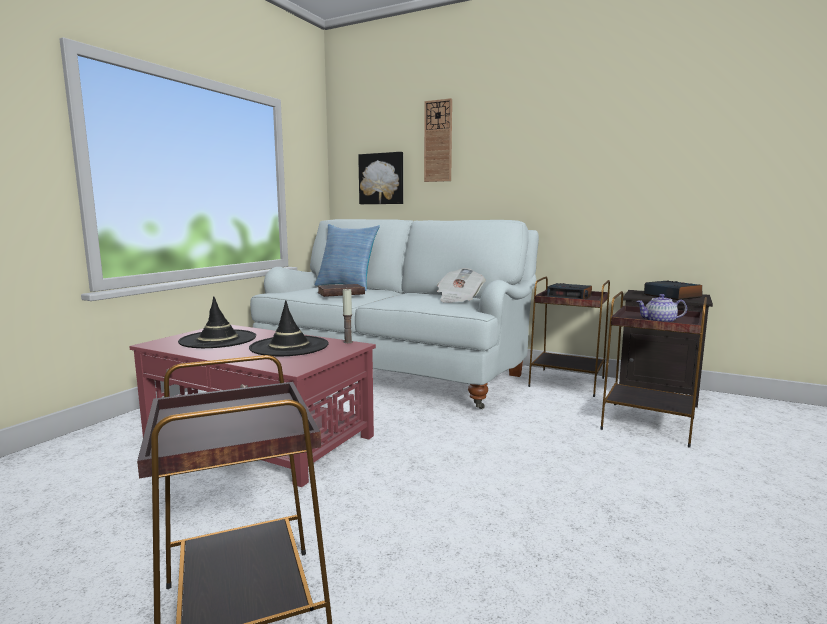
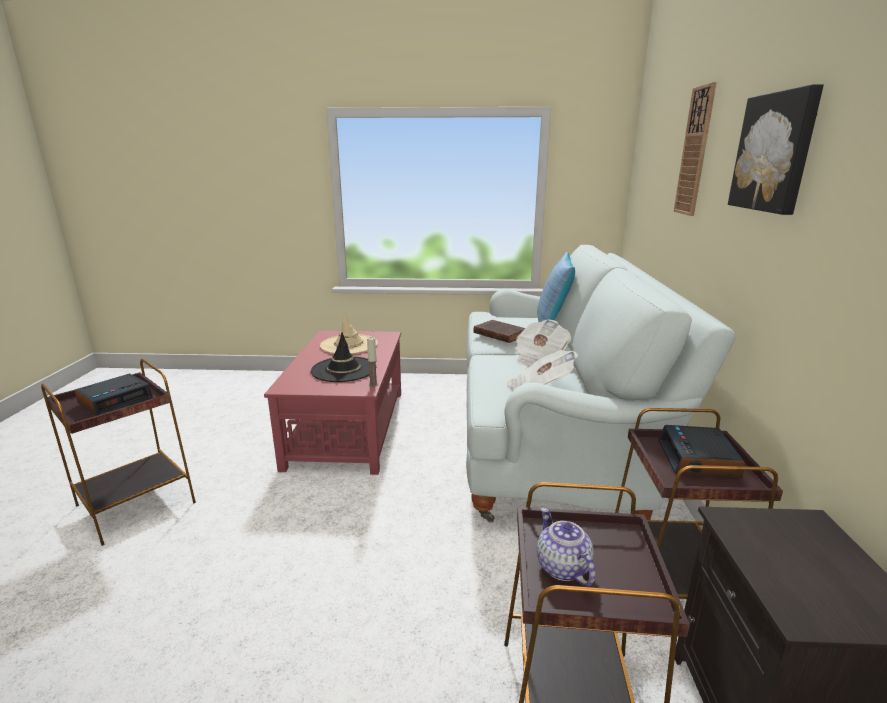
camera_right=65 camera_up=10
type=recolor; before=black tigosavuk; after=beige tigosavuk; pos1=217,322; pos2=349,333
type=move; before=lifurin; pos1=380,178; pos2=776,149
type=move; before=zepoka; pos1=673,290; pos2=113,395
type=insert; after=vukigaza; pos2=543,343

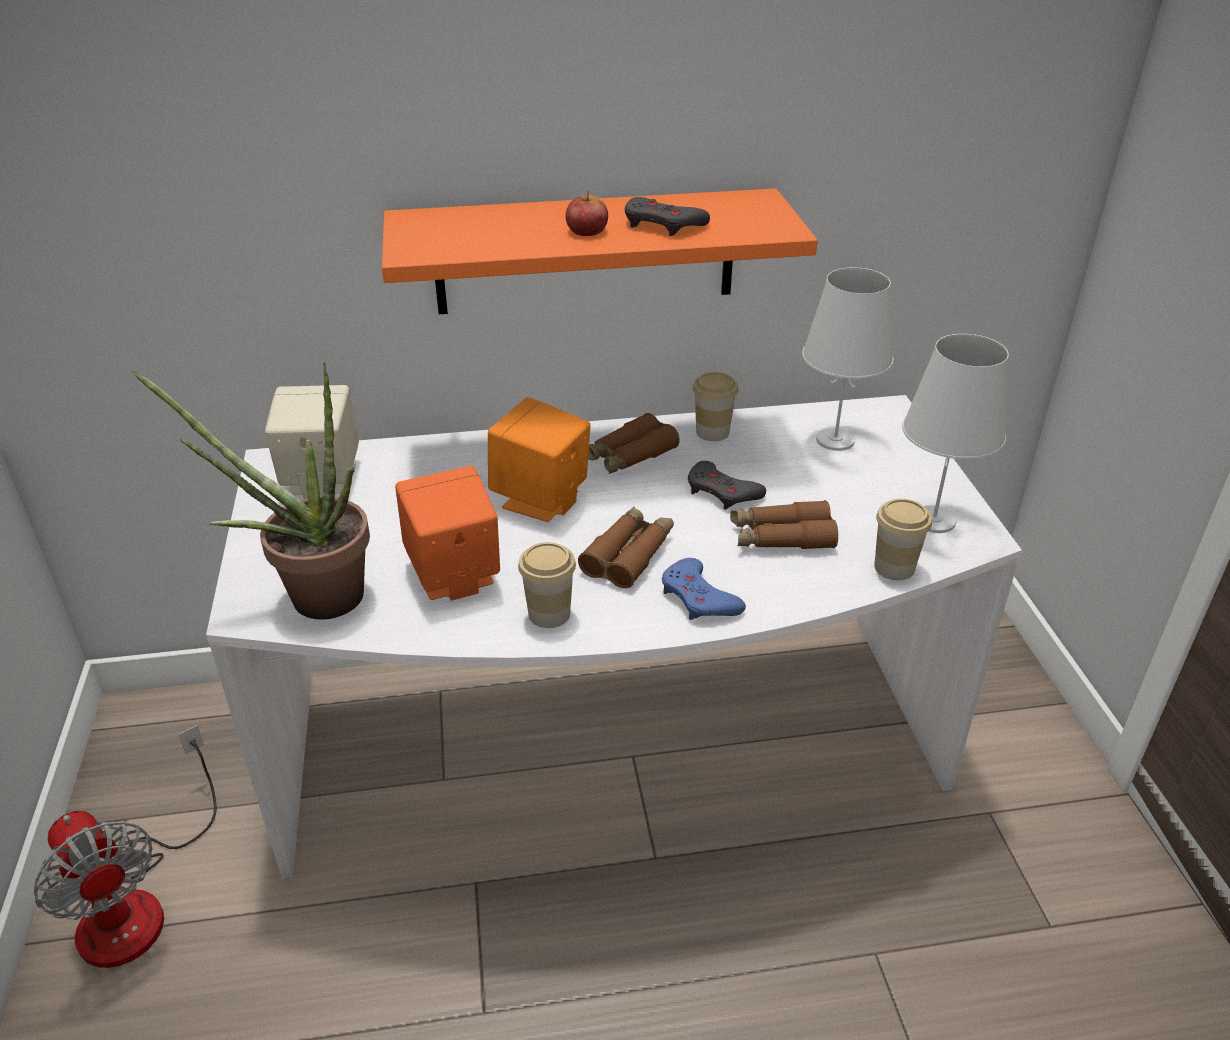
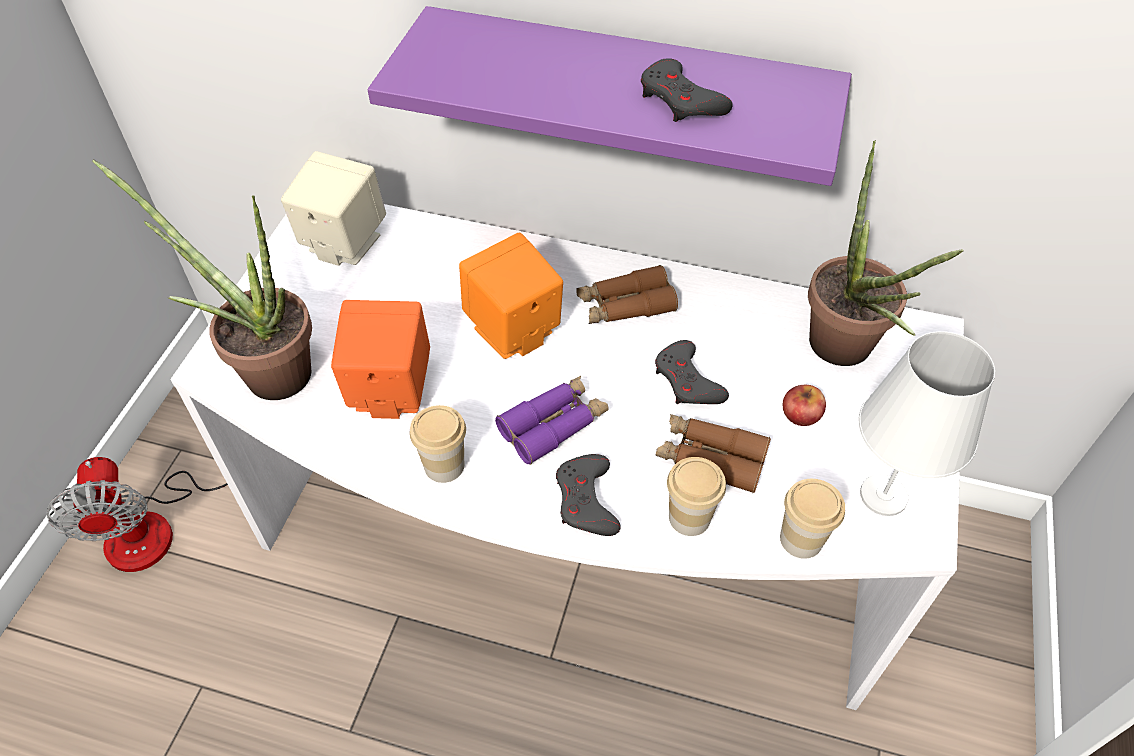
camera_right=25 camera_up=15
type=recolor; before=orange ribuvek; after=purple ribuvek; pos1=600,251; pos2=610,96
type=move; before=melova; pos1=587,213; pos2=804,405
type=recolor; before=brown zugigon; after=purple zugigon; pos1=626,547; pos2=552,420
type=recolor; before=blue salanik; after=grey salanik; pos1=704,589; pos2=588,495
type=move; before=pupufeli; pos1=715,406; pos2=696,496
type=replace; before=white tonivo; after=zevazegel; pos1=848,359; pos2=886,253

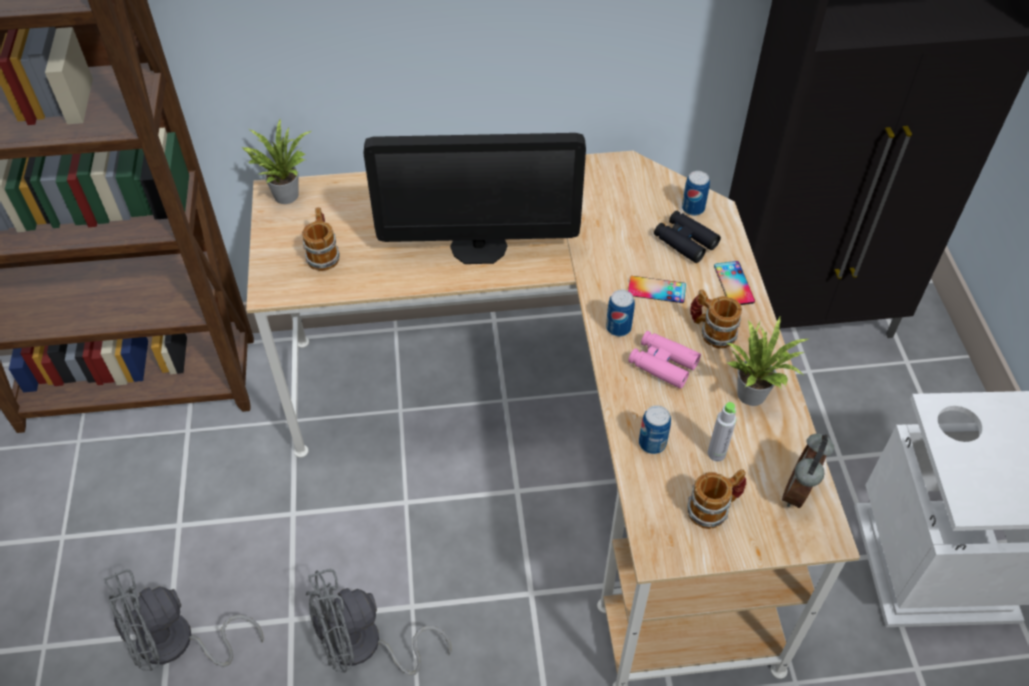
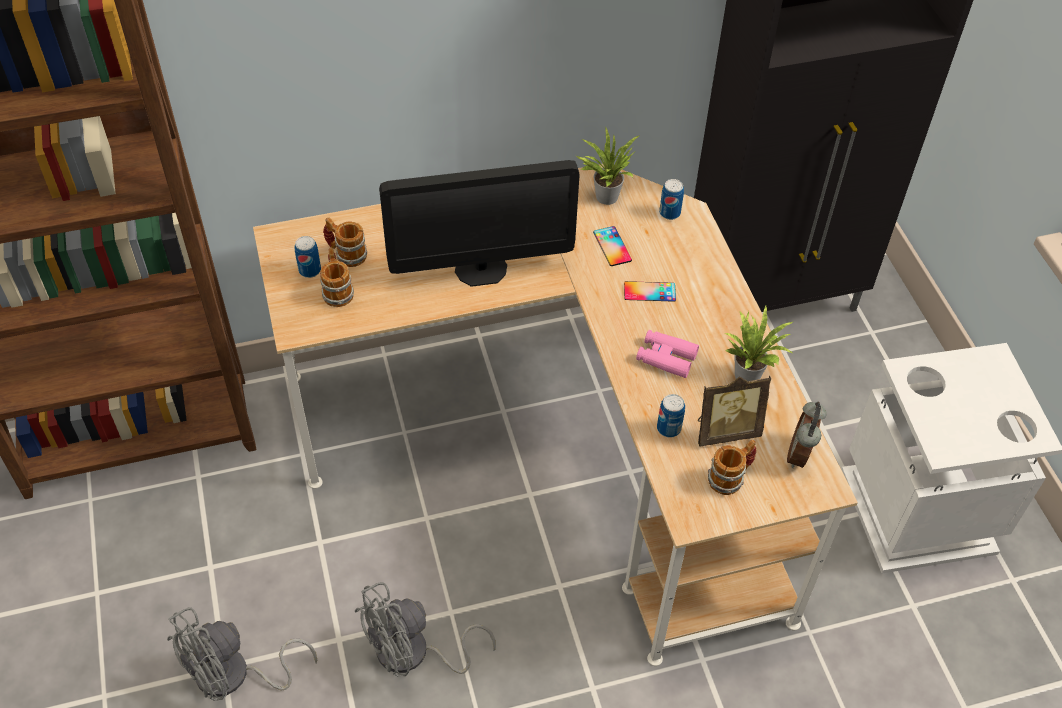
camera_right=-10 camera_up=0
type=move; before=zevazegel; pos1=276,162; pos2=608,166
type=move; before=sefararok; pos1=620,313; pos2=308,257
type=delete; before=black zugigon; pos1=687,237
type=move; before=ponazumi; pos1=716,319; pos2=345,242
type=replace; before=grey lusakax; after=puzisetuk; pos1=722,432; pos2=734,411
type=move; before=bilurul; pos1=734,283; pos2=612,246

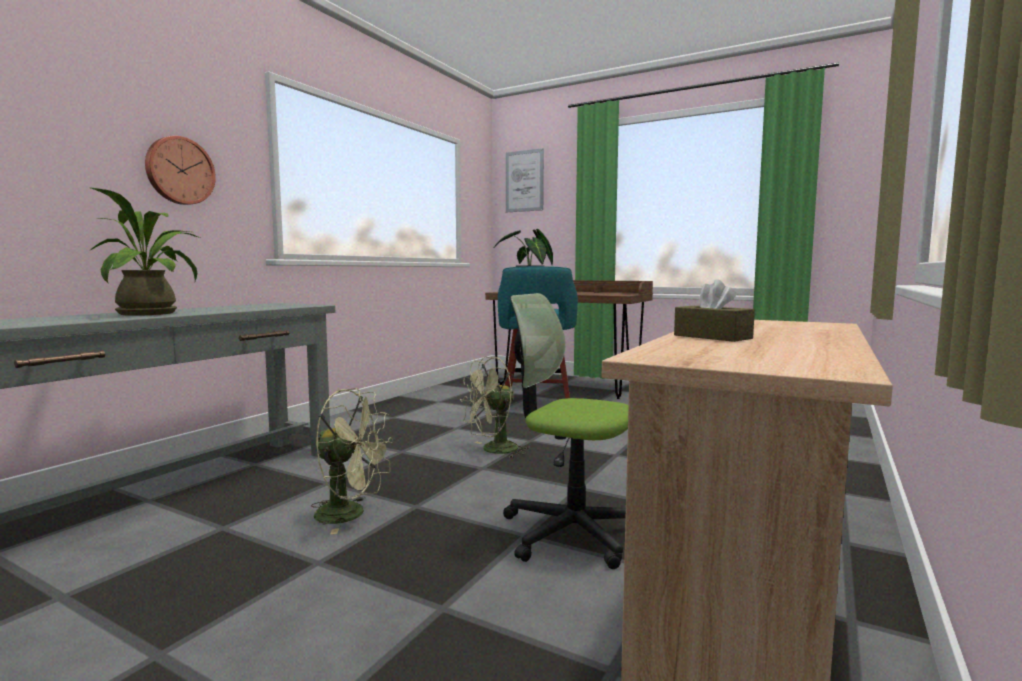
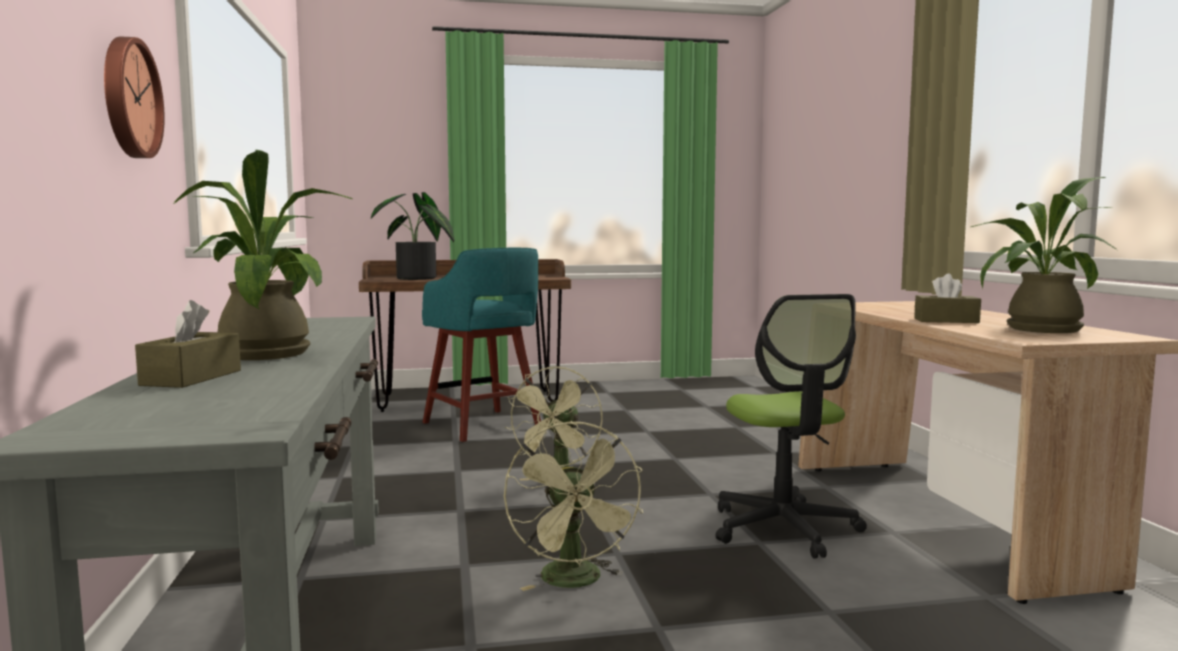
camera_right=-40 camera_up=0
type=rotate; before=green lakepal; pos1=352,461; pos2=573,506; turn=105
type=rotate; before=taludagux; pos1=566,431; pos2=791,426; turn=-90
type=delete; before=lifurin; pos1=525,180
type=insert; after=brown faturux; pos2=188,344
type=insert; after=zevazegel; pos2=1044,255

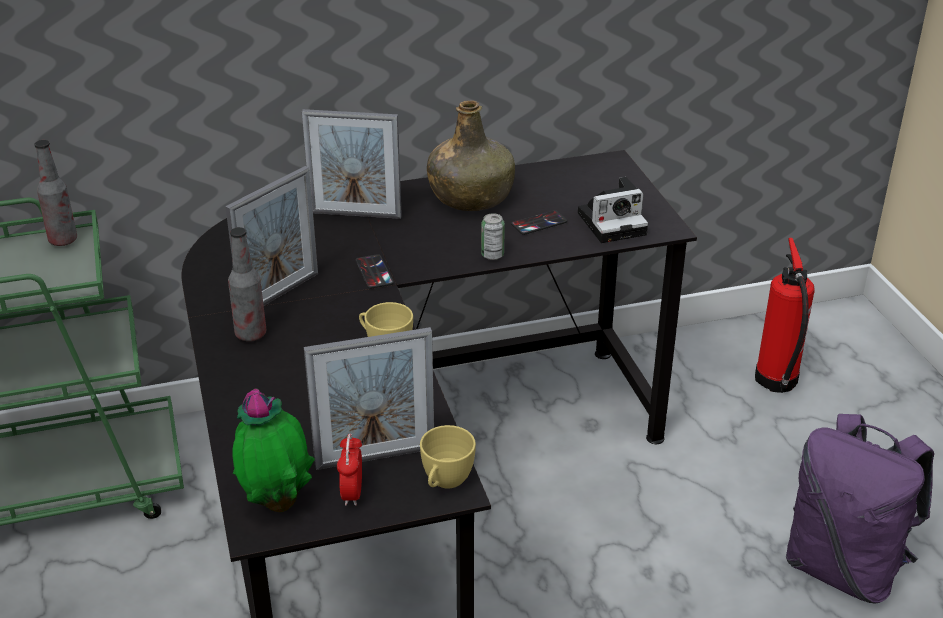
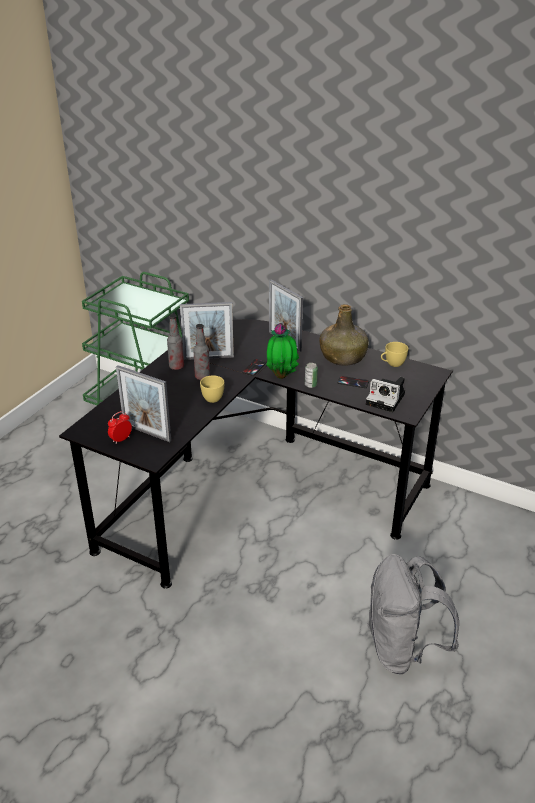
camera_right=45 camera_up=0
type=move; before=lusakax; pos1=55,193; pos2=201,352
type=move; before=zevazegel; pos1=274,450; pos2=282,351
type=move; before=yellow pupufeli; pos1=448,457; pos2=394,354
type=delete; before=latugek; pos1=785,315
type=recolor; before=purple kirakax; after=grey kirakax; pos1=860,509; pos2=413,614

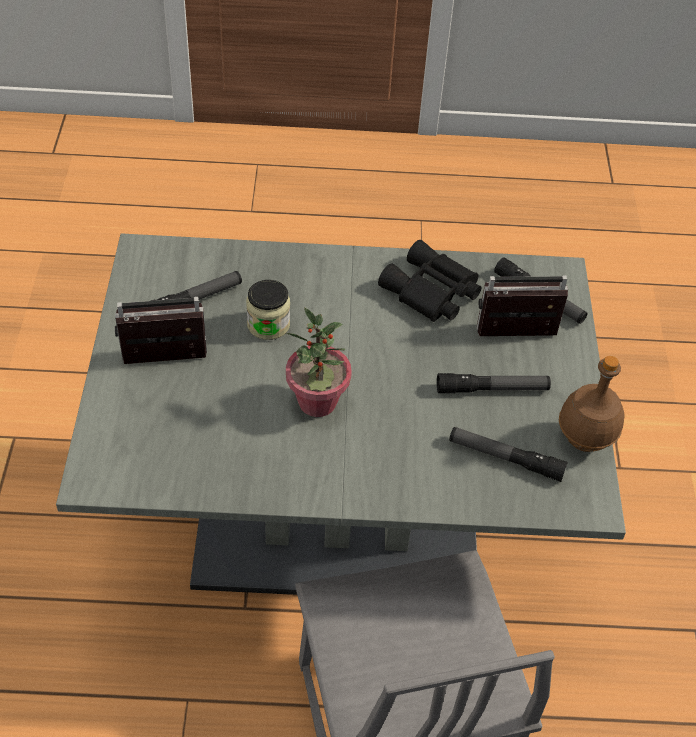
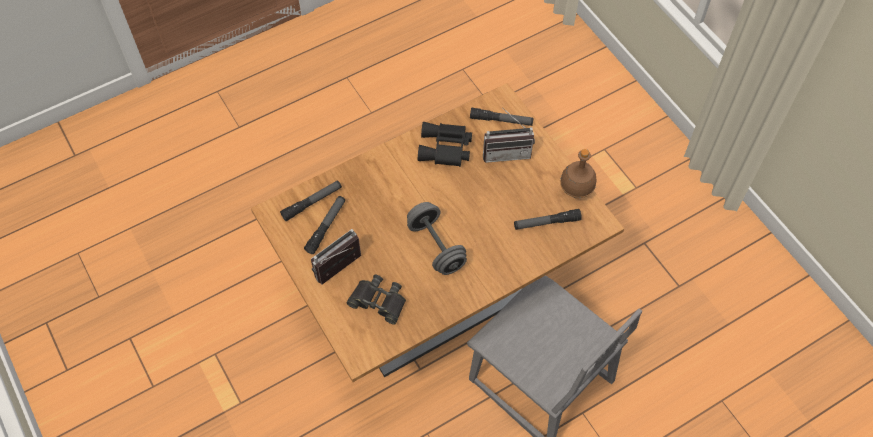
camera_right=-30 camera_up=10
type=recolor; before=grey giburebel; after=brown giburebel; pos1=341,414; pos2=437,232
type=delete; before=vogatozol; pos1=268,310
type=replace; before=zevazegel; after=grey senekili; pos1=319,362; pos2=437,238
type=move; before=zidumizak; pos1=494,383; pos2=311,201
type=rotate; before=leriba; pos1=522,305; pos2=509,135; turn=-150
type=insert; after=black zugigon; pos2=376,299

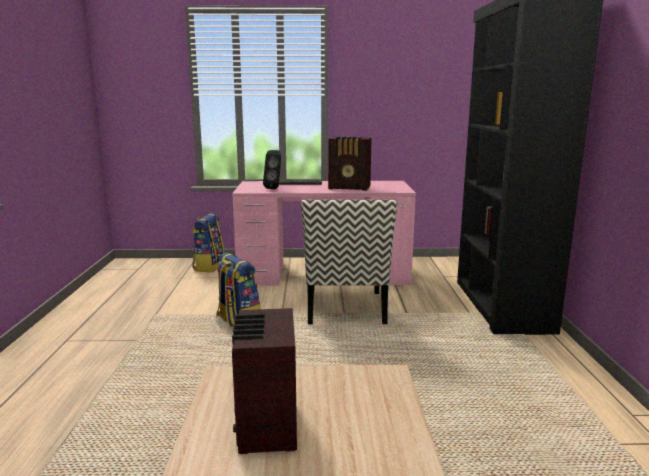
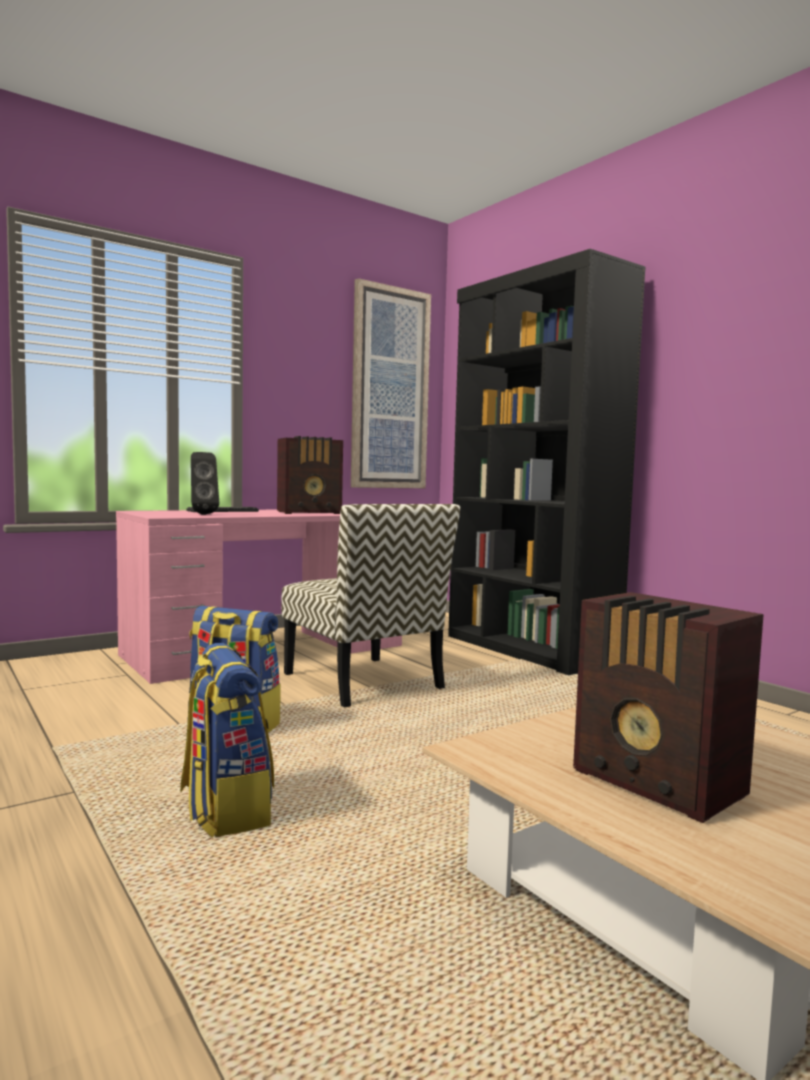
camera_right=-35 camera_up=-10
type=move; before=kirakax; pos1=208,242; pos2=227,740
type=insert; after=lifurin; pos2=391,383

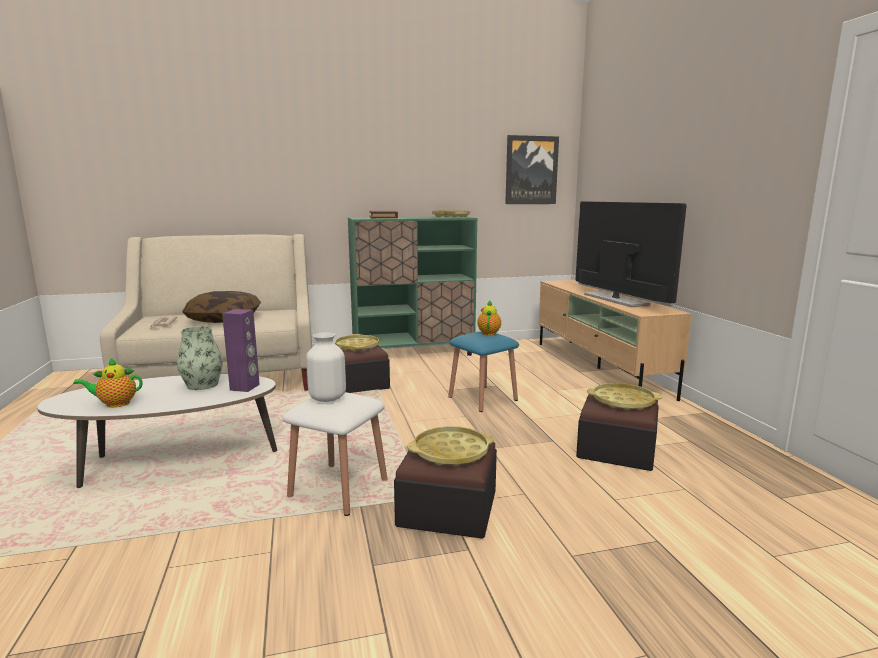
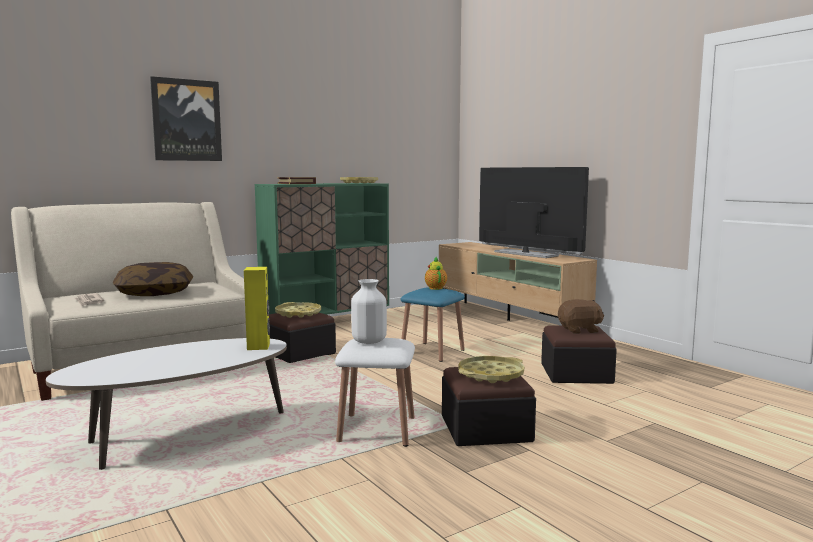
camera_right=-20 camera_up=-5
type=delete; before=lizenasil; pos1=107,383
type=delete; before=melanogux; pos1=200,358
type=recolor; before=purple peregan; after=yellow peregan; pos1=241,350; pos2=257,308
type=move; before=lifurin; pos1=532,169; pos2=186,118
type=replace; before=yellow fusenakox; after=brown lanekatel; pos1=624,396; pos2=581,316

